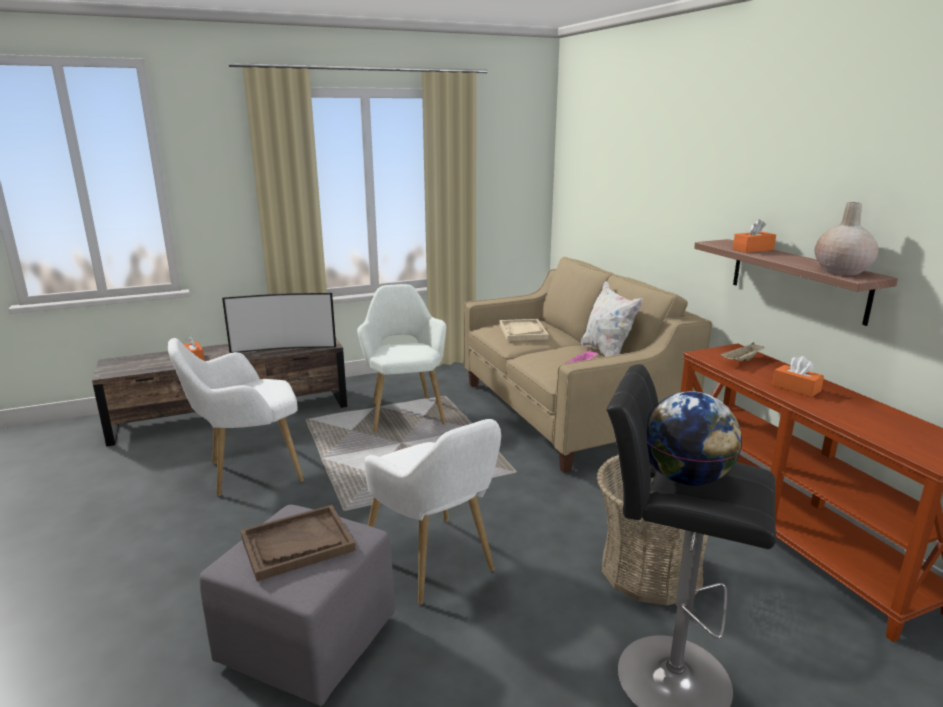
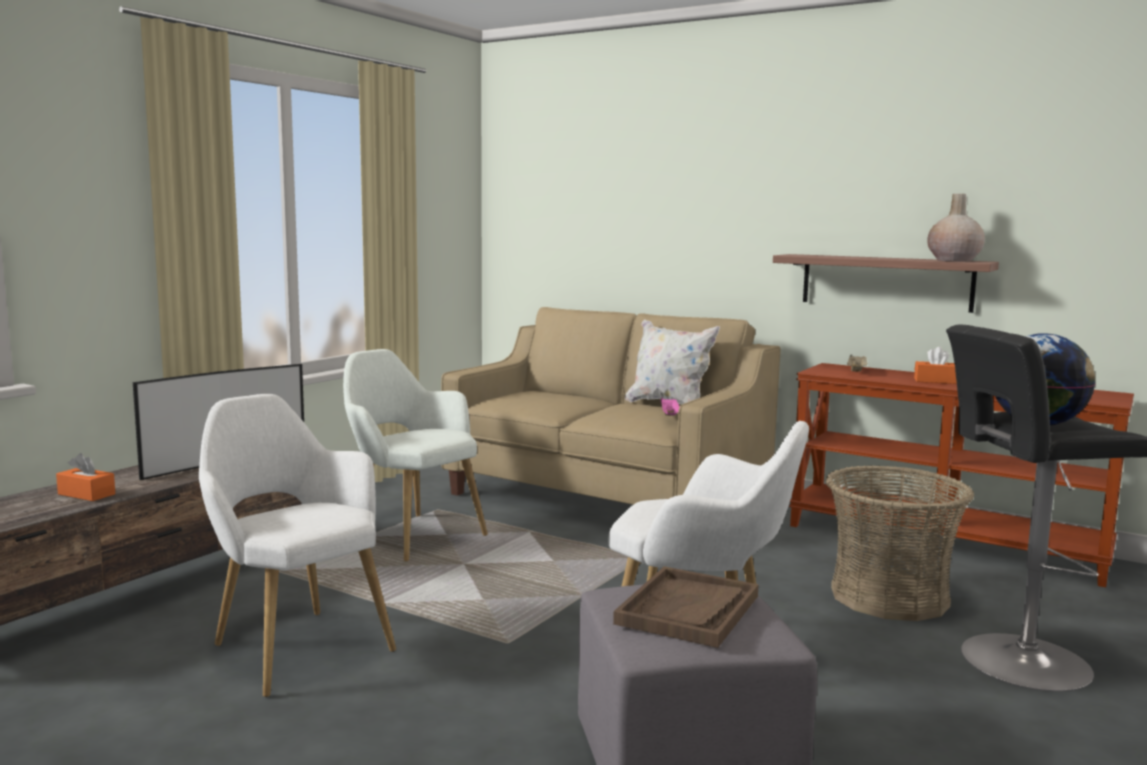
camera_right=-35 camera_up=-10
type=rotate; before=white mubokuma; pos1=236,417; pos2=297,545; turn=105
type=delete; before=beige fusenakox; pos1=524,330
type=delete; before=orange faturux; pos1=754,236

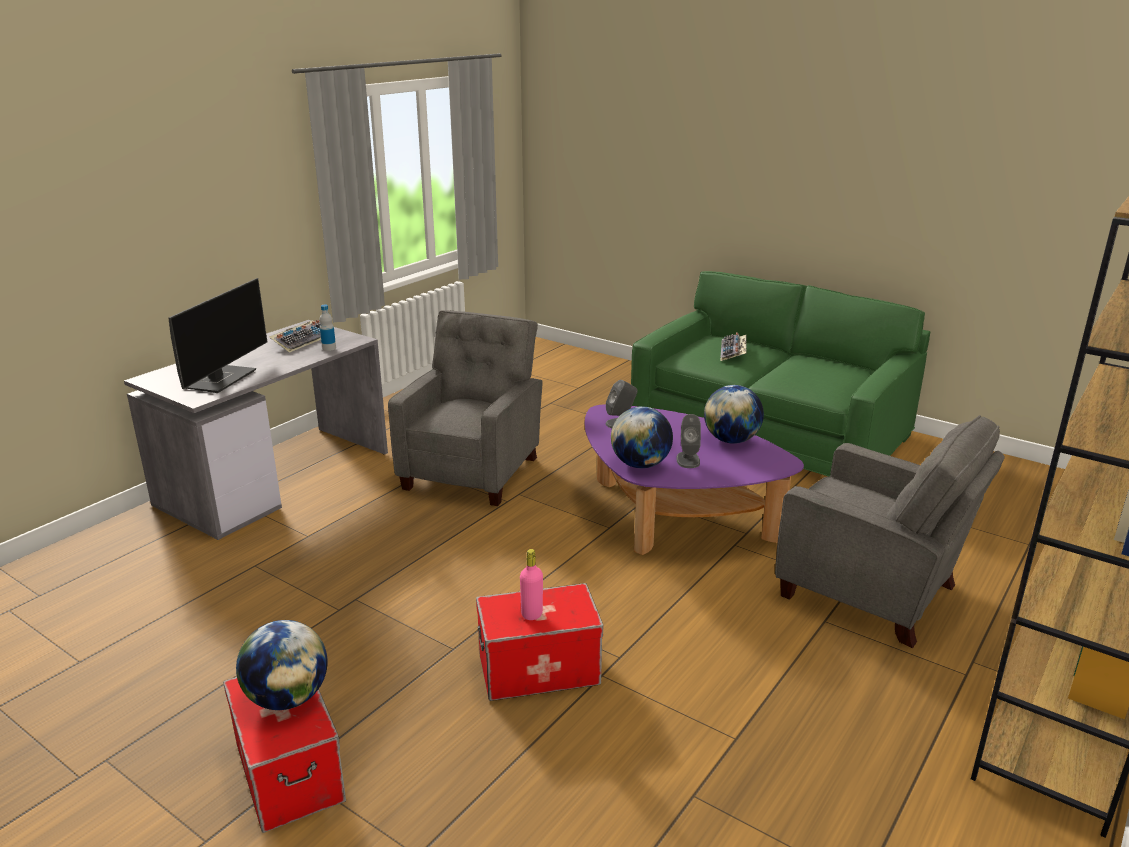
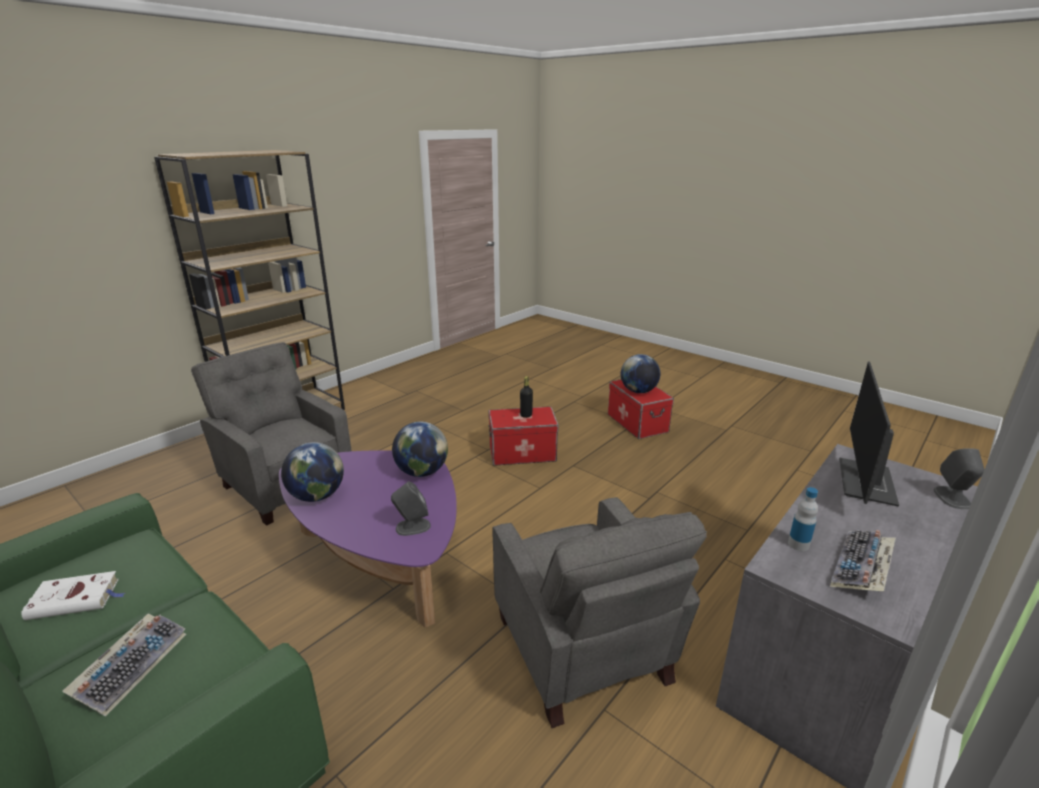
camera_right=-175 camera_up=0
type=rotate; before=grey mubokuma; pos1=465,408; pos2=599,612; turn=-45
type=recolor; before=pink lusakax; after=black lusakax; pos1=531,584; pos2=526,397
type=move; before=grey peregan; pos1=688,441; pos2=959,479
type=insert; after=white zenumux; pos2=73,595

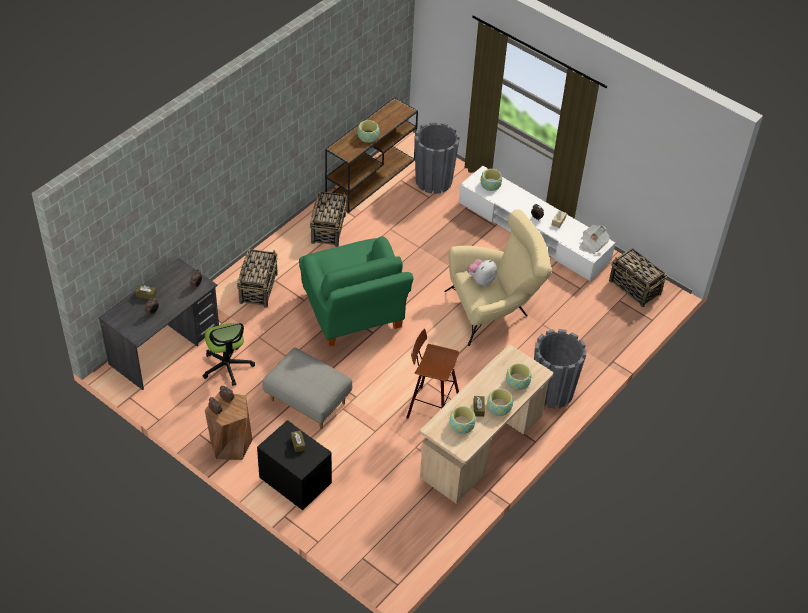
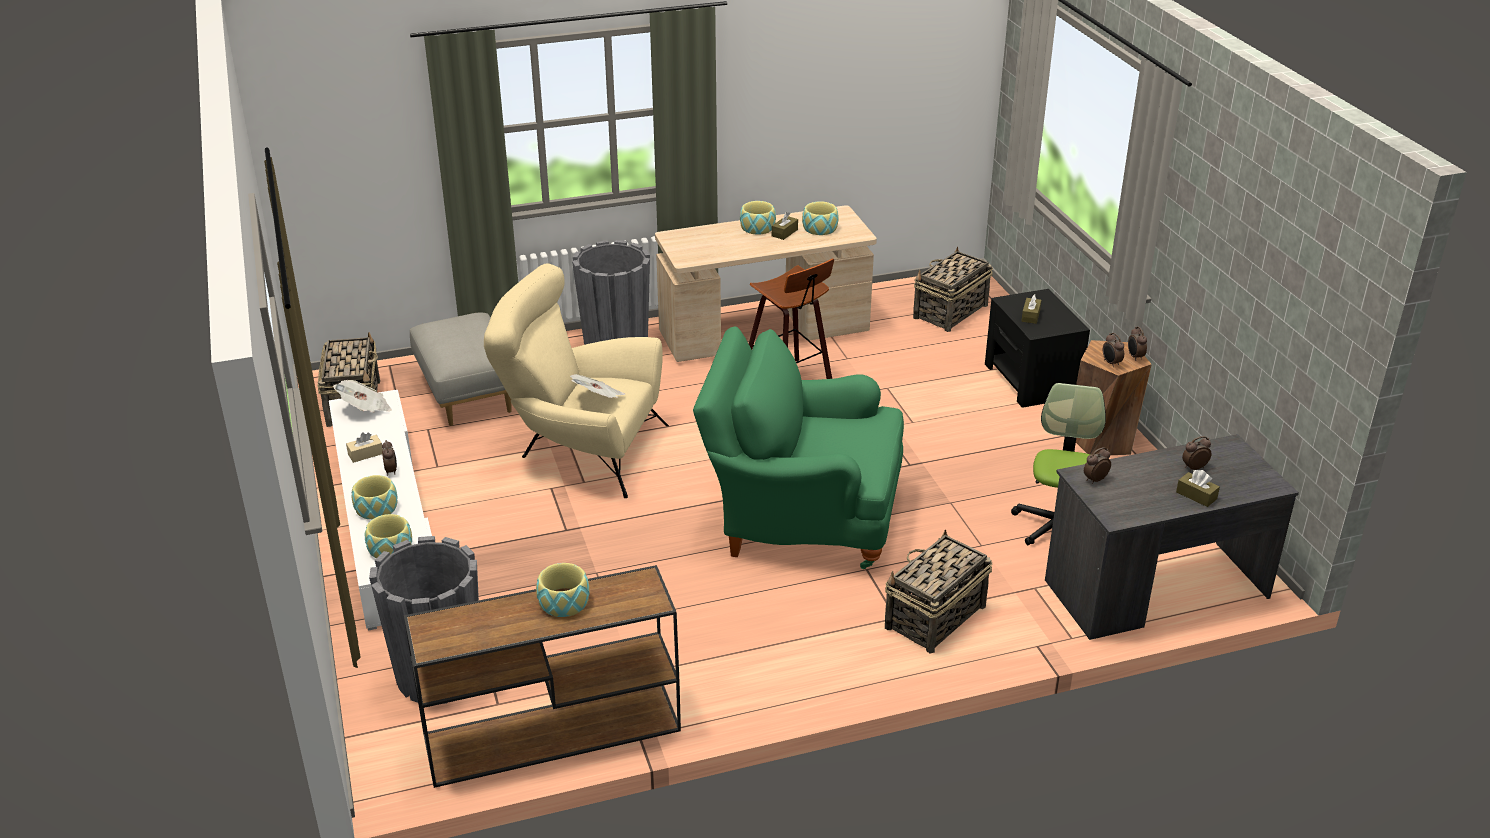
camera_right=-145 camera_up=-15
type=move; before=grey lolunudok; pos1=307,388; pos2=461,369
type=rotate; before=green mubokuma; pos1=356,291; pos2=798,447; turn=-90
type=move; before=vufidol; pos1=328,219; pos2=953,289
type=replace; before=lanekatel; after=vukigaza; pos1=482,272; pos2=597,386
type=move; before=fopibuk; pos1=519,376; pos2=375,497

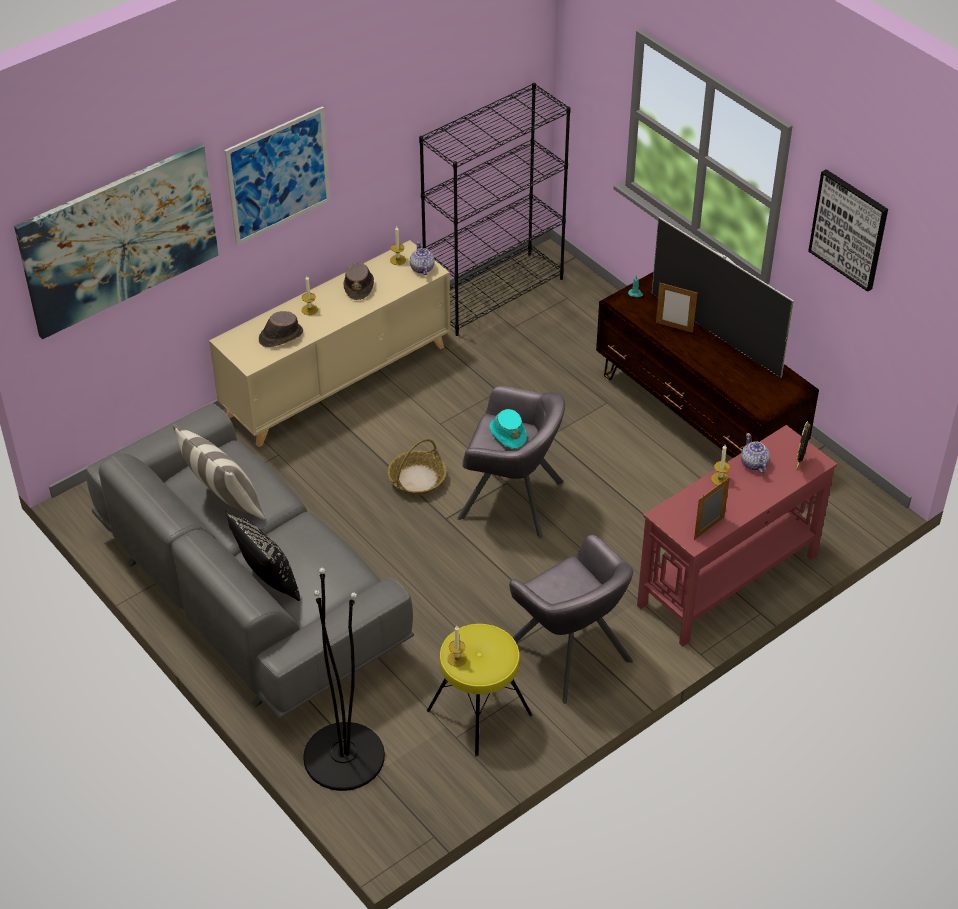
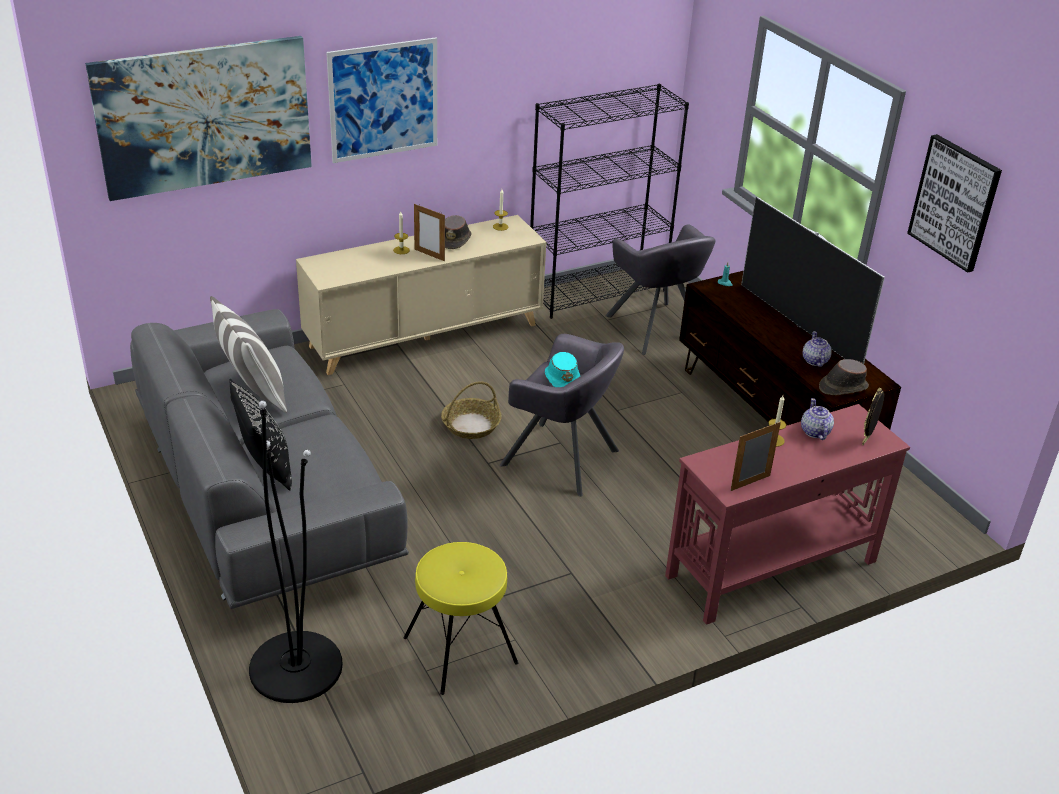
camera_right=10 camera_up=-10
type=move; before=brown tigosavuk; pos1=281,329; pos2=844,377
type=move; before=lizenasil; pos1=422,258; pos2=817,349
type=delete; before=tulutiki; pos1=457,646
type=move; before=grey mubokuma; pos1=571,619; pos2=660,290
type=move; before=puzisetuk; pos1=676,308; pos2=429,232

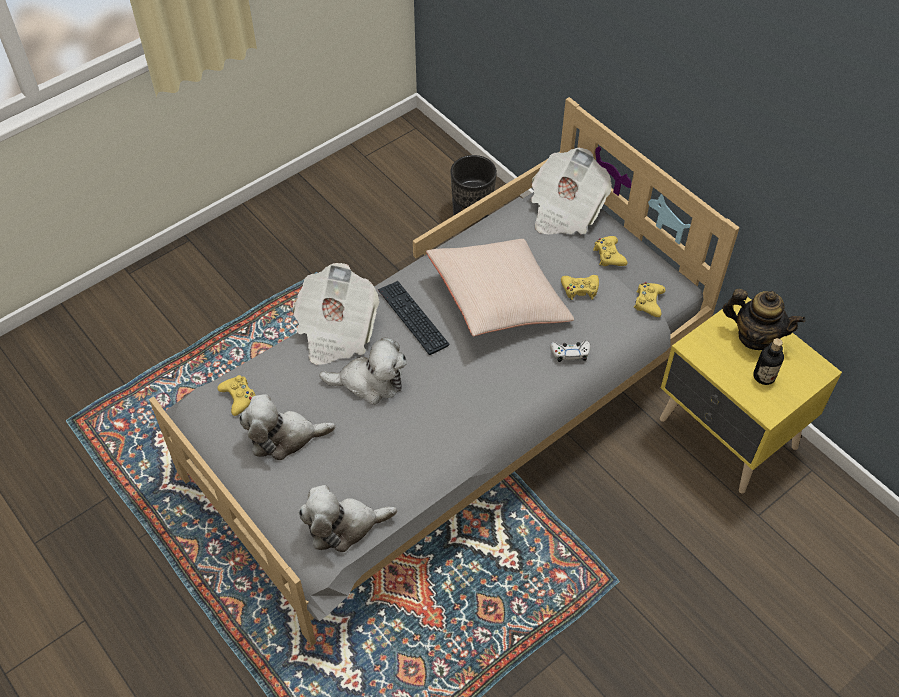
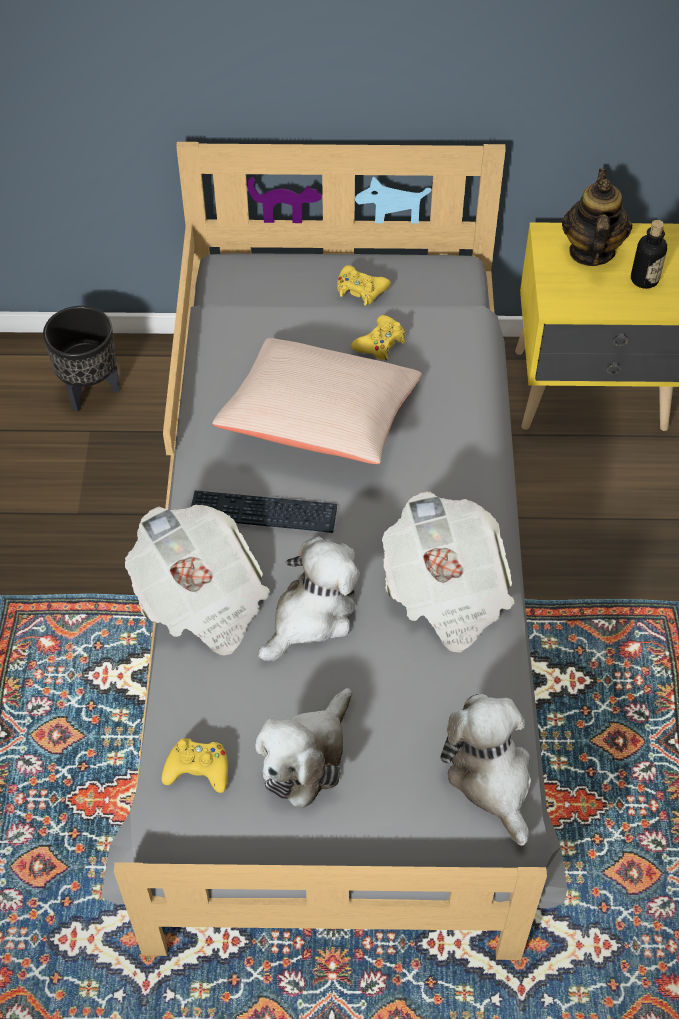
camera_right=-50 camera_up=0
type=rotate; before=lanekatel; pos1=347,518; pos2=486,770; turn=135
type=move; before=vukigaza; pos1=571,191; pos2=448,572
type=delete; before=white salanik; pos1=570,351
type=delete; before=yellow salanik; pos1=649,299
type=rotate; before=lizenasil; pos1=763,319; pos2=597,217; turn=-60

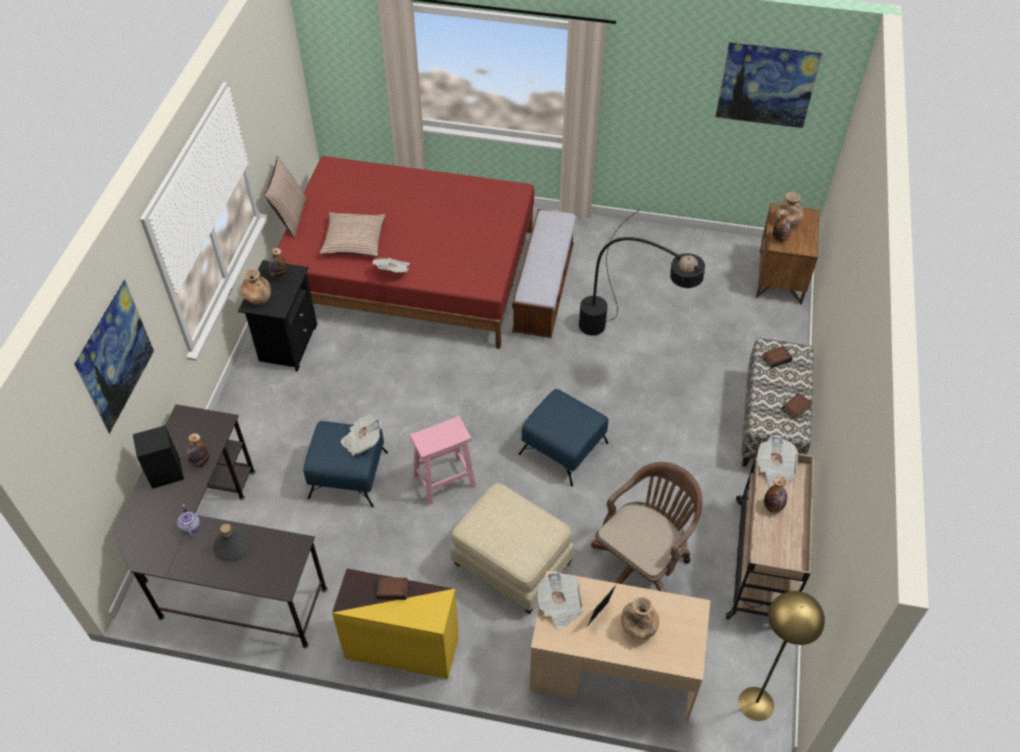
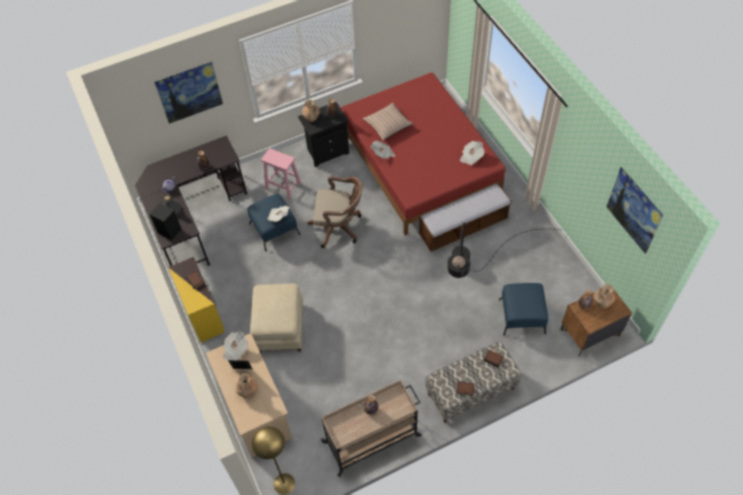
camera_right=55 camera_up=5
type=move; before=black peregan; pos1=158,457; pos2=165,221
type=delete; before=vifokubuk; pos1=285,197
type=move; before=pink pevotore; pos1=443,460; pos2=281,173
type=move; before=blue lolunudok; pos1=563,438; pos2=523,309
type=move; before=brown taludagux; pos1=647,527; pos2=334,212
type=move; before=vukigaza; pos1=777,460; pos2=472,153

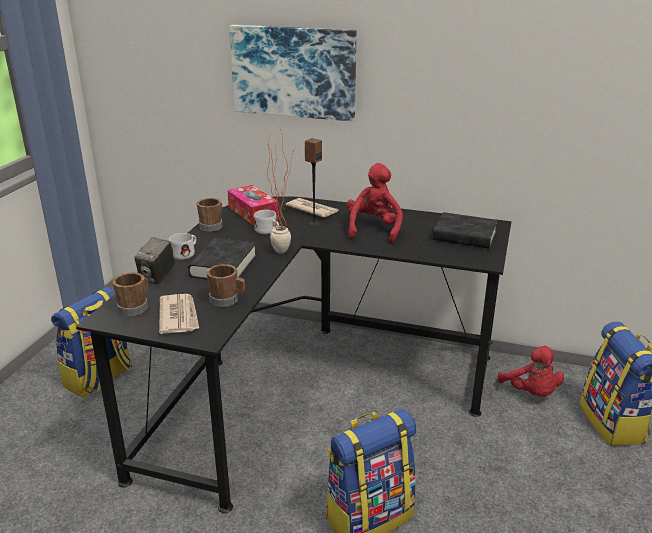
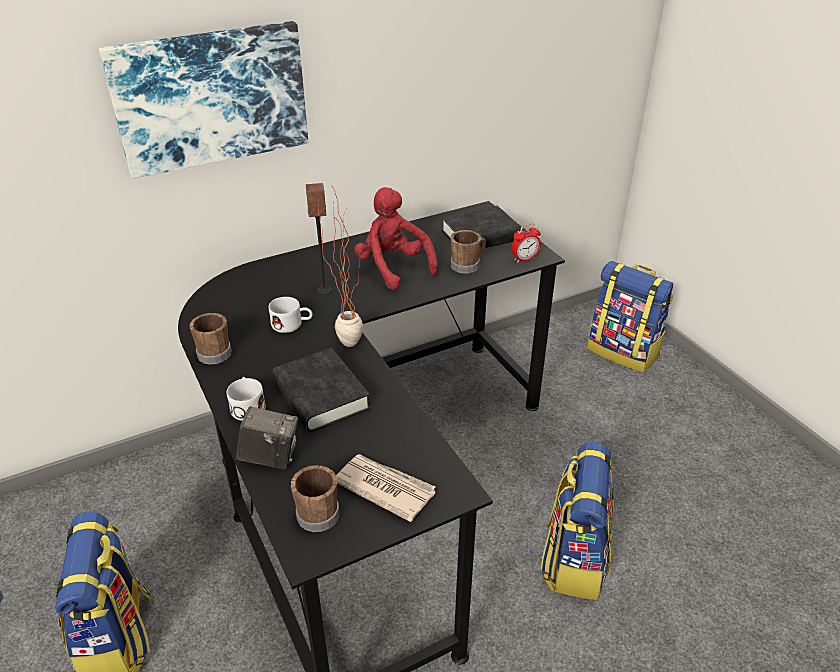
camera_right=-45 camera_up=10
type=rotate; before=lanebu; pos1=154,260; pos2=267,437; turn=-60
type=move; before=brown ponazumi; pos1=225,285; pos2=468,252
type=delete; before=faturux; pos1=253,205
type=delete; before=vukigaza; pos1=312,208
type=delete; before=red lanekatel; pos1=531,371
type=insert; after=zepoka; pos2=526,243

